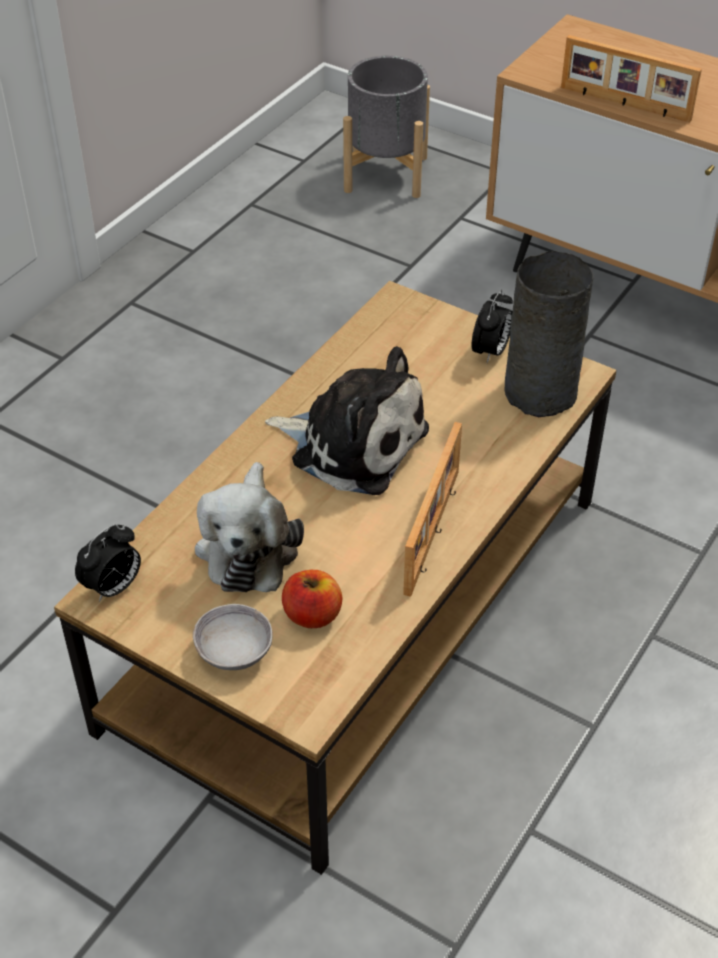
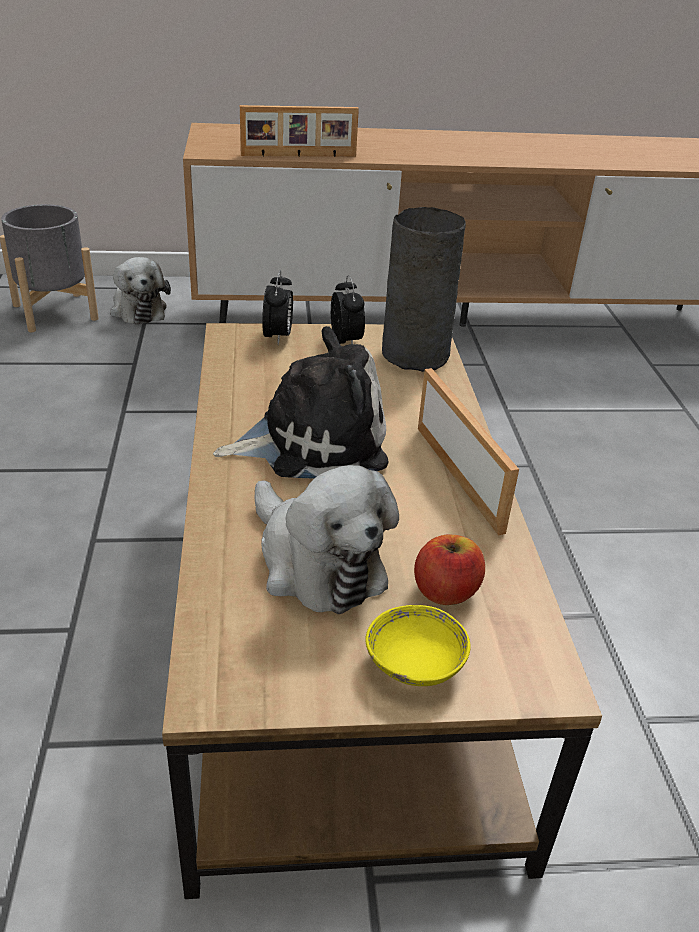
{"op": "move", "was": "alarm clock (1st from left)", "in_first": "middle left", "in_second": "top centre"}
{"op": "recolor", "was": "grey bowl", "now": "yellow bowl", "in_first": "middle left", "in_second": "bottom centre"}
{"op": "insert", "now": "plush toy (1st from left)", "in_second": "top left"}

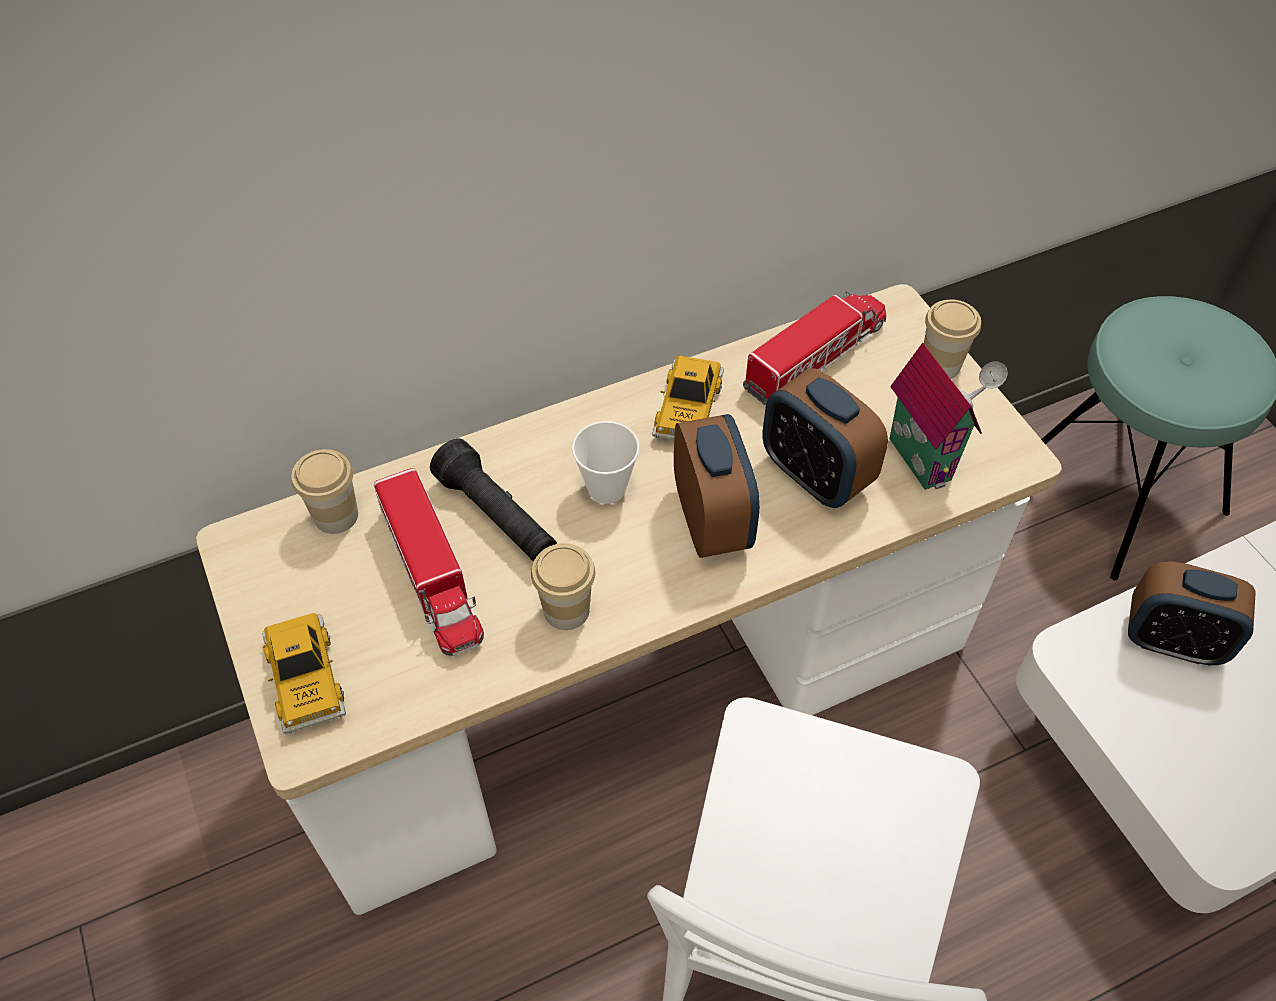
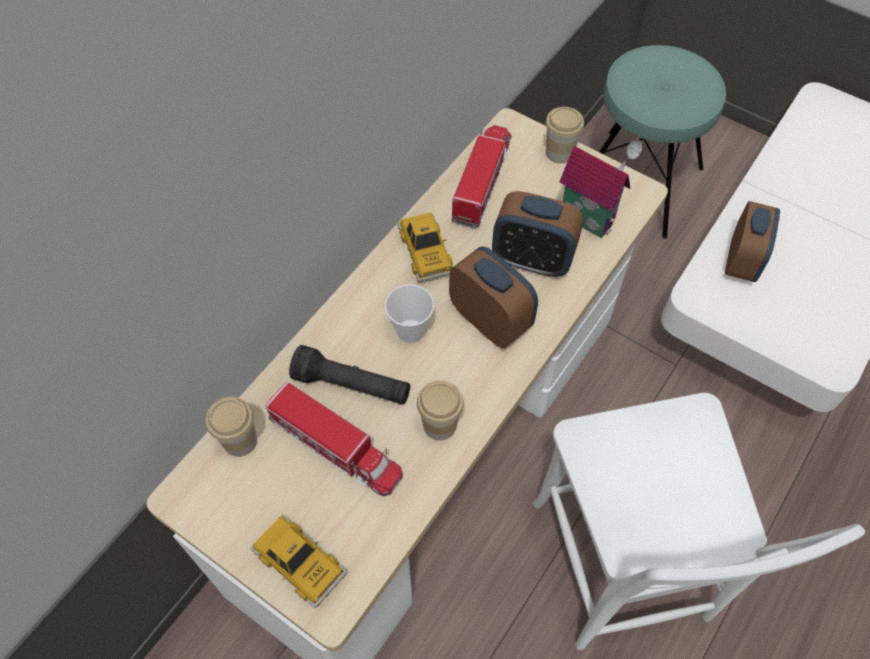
{"op": "rotate", "was": "alarm clock (3rd from left)", "in_first": "middle right", "in_second": "middle right", "clockwise": -60}

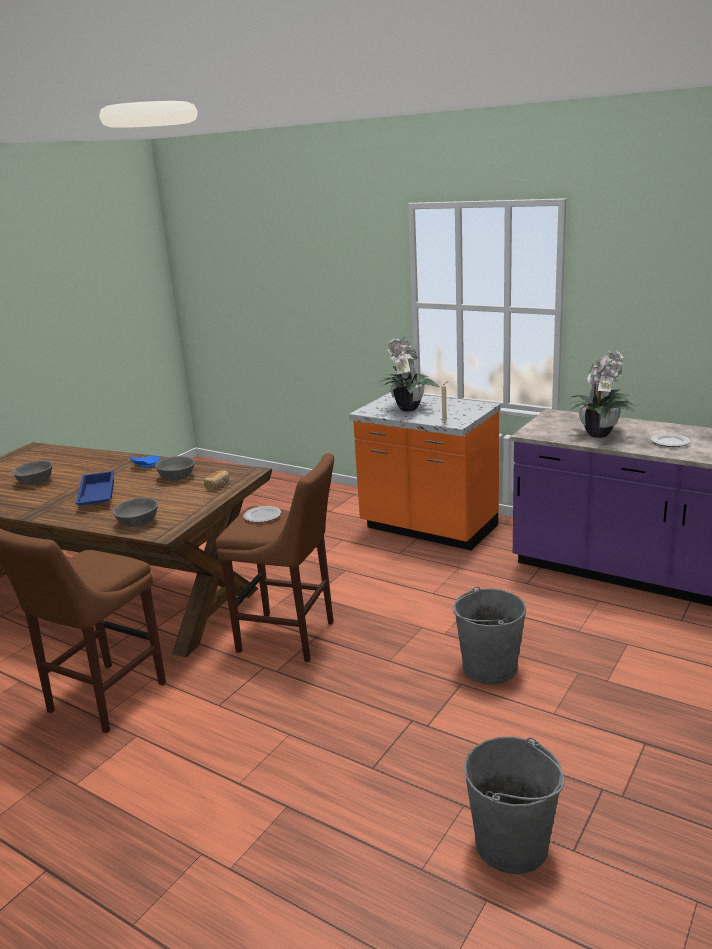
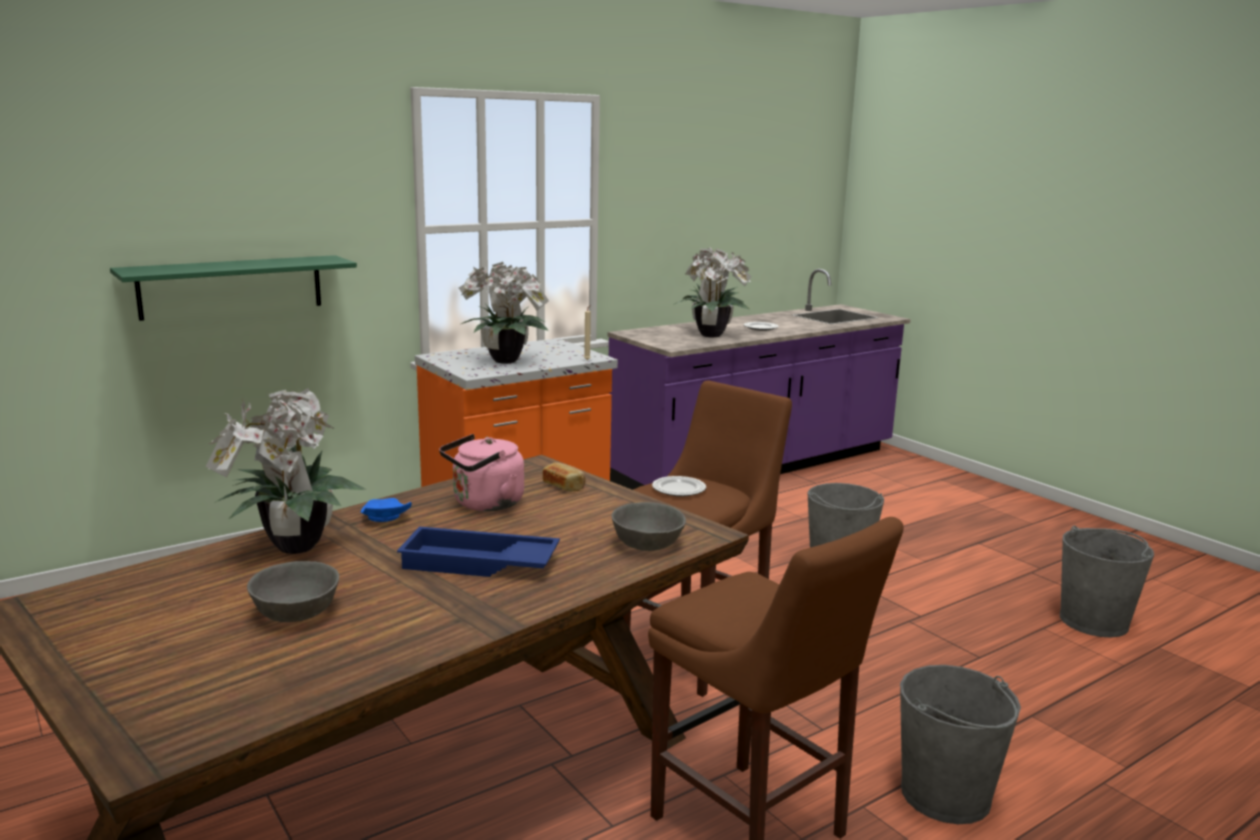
{"op": "replace", "was": "grey bowl (3rd from left)", "now": "pink kettle", "in_first": "middle left", "in_second": "centre"}
{"op": "insert", "now": "green shelf", "in_second": "middle left"}
{"op": "insert", "now": "potted plant (1st from left)", "in_second": "middle left"}
{"op": "insert", "now": "grey bucket (2nd from left)", "in_second": "bottom right"}

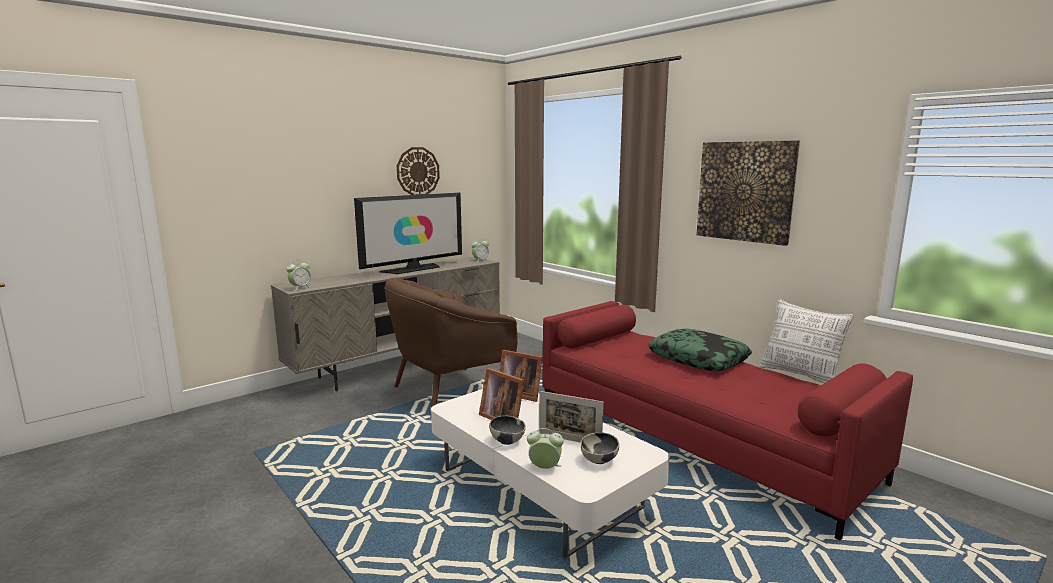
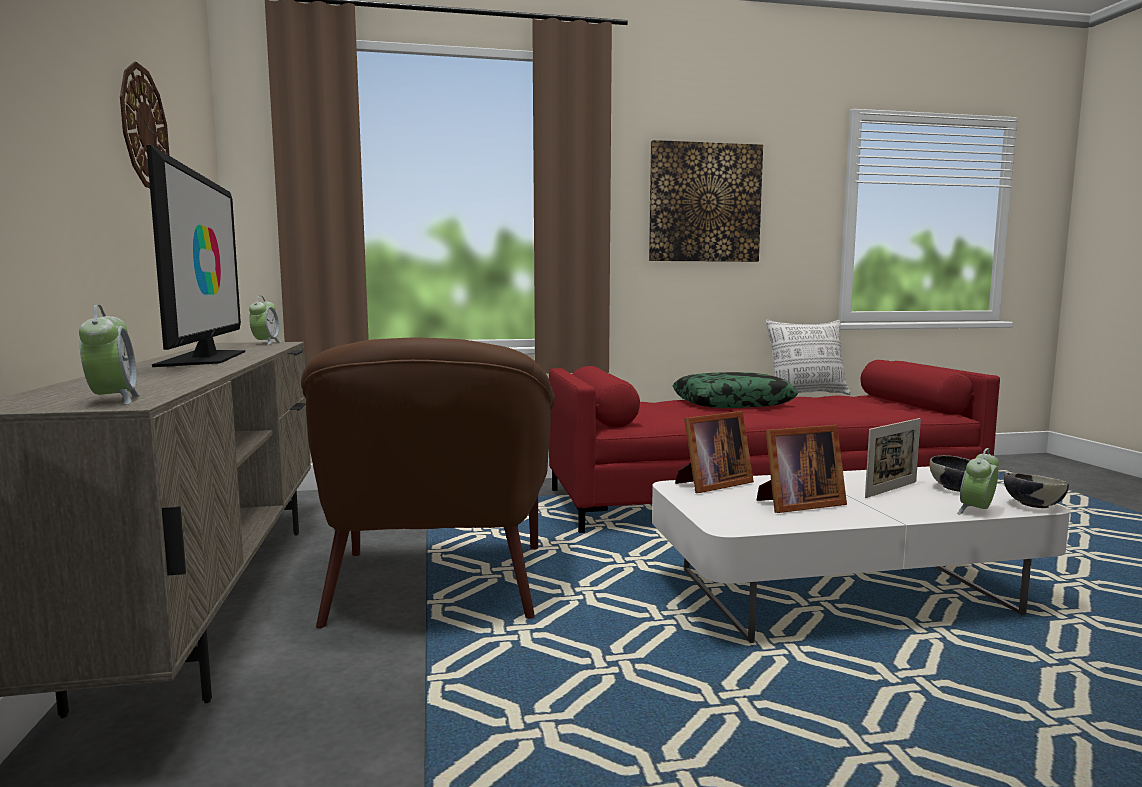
{"op": "move", "was": "bowl (1st from left in the first image)", "now": "bowl (2nd from left)", "in_first": "bottom centre", "in_second": "middle right"}

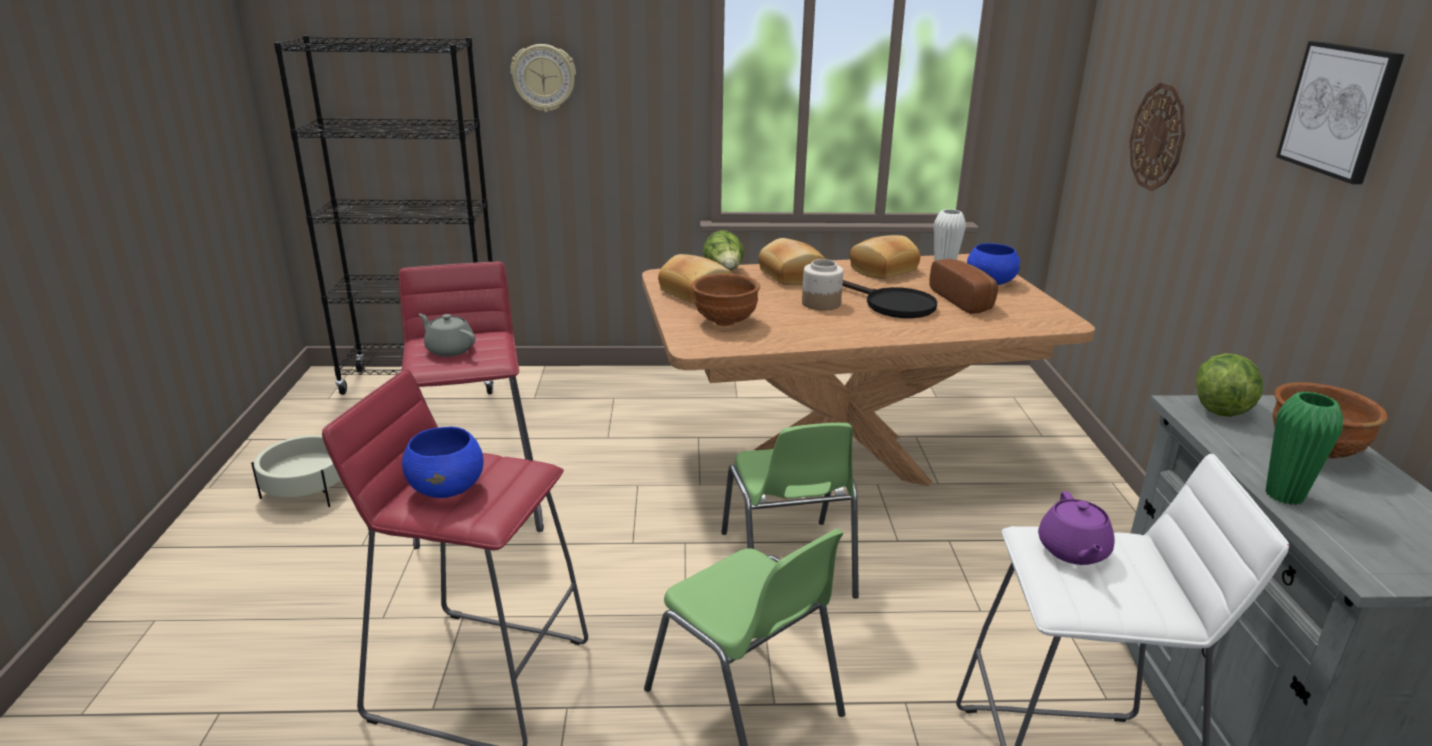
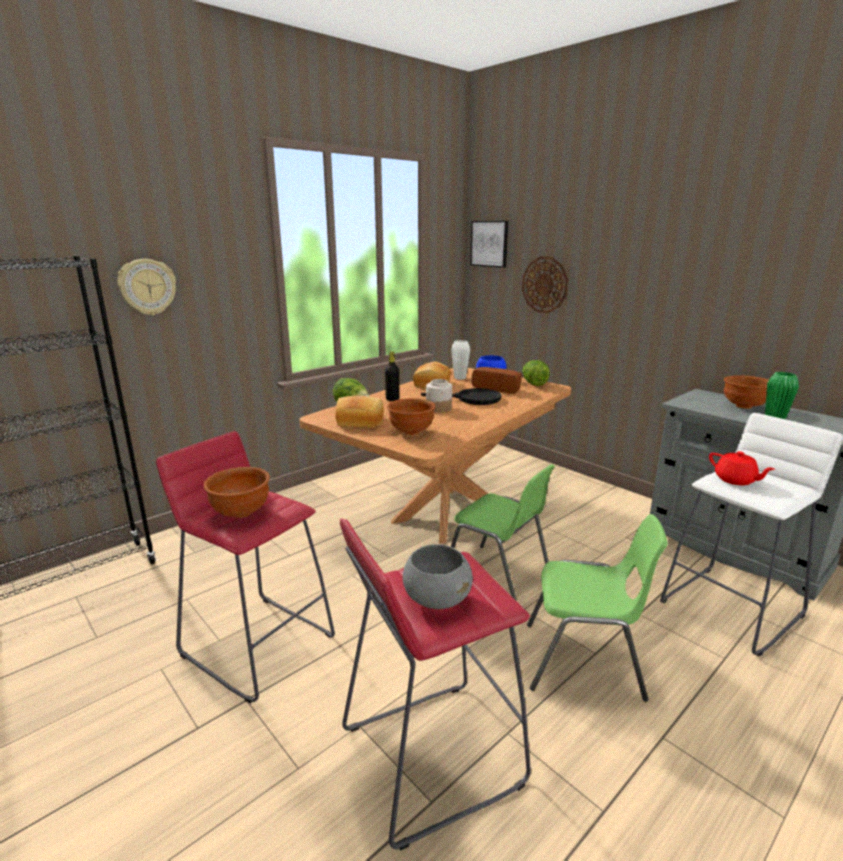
{"op": "delete", "was": "beige planter", "in_first": "middle left"}
{"op": "recolor", "was": "blue bowl (1st from left)", "now": "grey bowl", "in_first": "middle left", "in_second": "bottom centre"}
{"op": "replace", "was": "grey teapot", "now": "brown bowl (1st from left)", "in_first": "middle left", "in_second": "middle left"}
{"op": "replace", "was": "bread (2nd from left)", "now": "black bottle", "in_first": "centre", "in_second": "centre"}
{"op": "recolor", "was": "purple teapot", "now": "red teapot", "in_first": "bottom right", "in_second": "middle right"}
{"op": "move", "was": "lettuce (2nd from left)", "in_first": "middle right", "in_second": "centre"}
{"op": "move", "was": "picture", "in_first": "top right", "in_second": "top centre"}

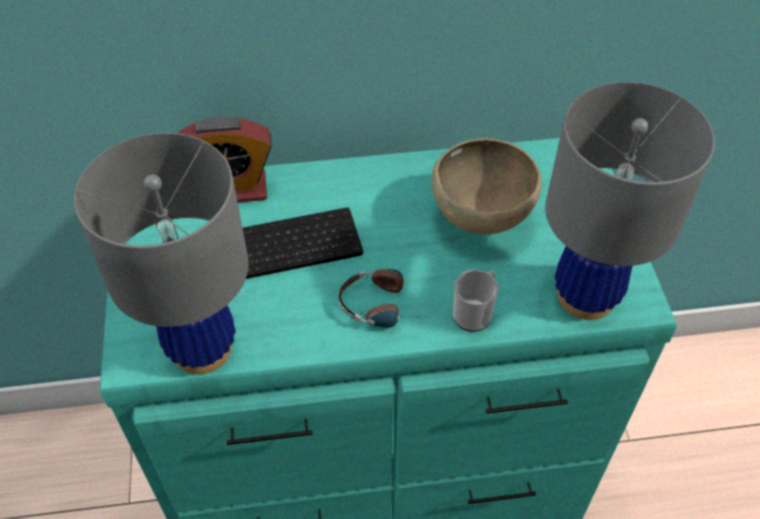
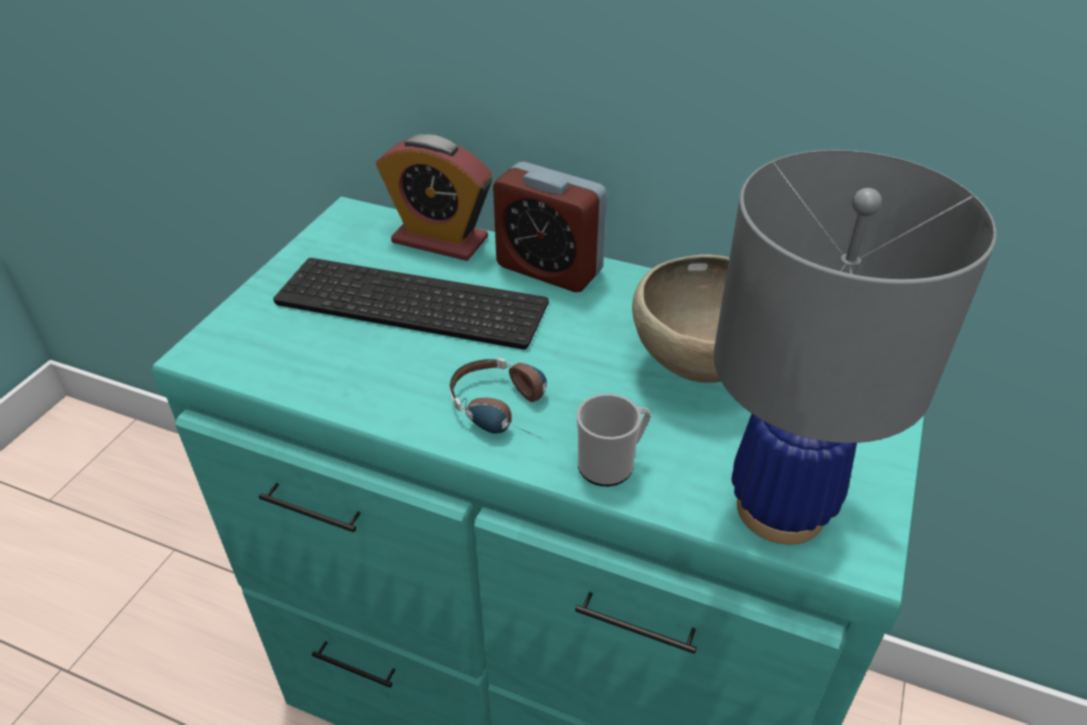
{"op": "delete", "was": "grey table lamp (1st from left)", "in_first": "middle left"}
{"op": "insert", "now": "alarm clock (2nd from left)", "in_second": "top centre"}

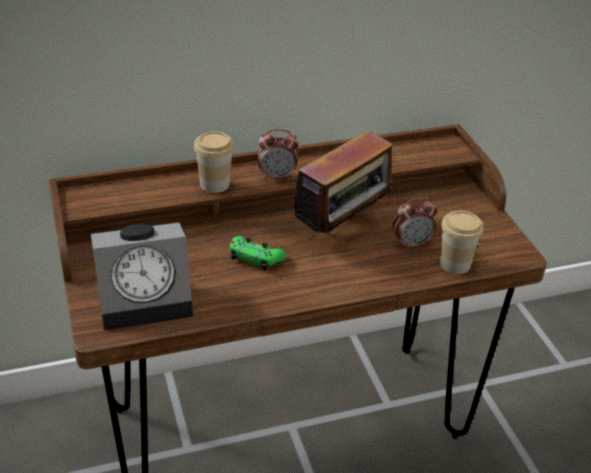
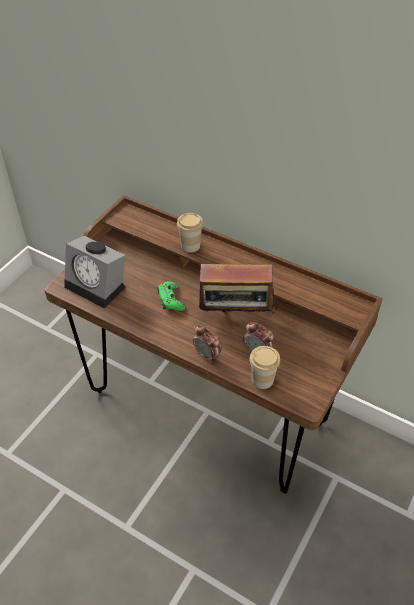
{"op": "move", "was": "alarm clock (2nd from left)", "in_first": "top centre", "in_second": "centre"}

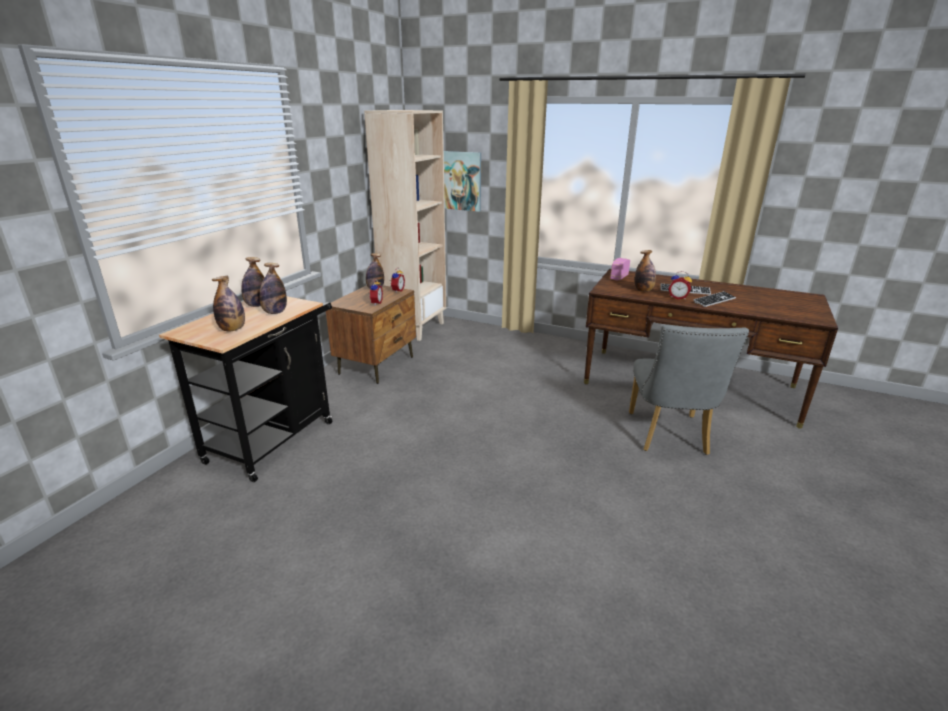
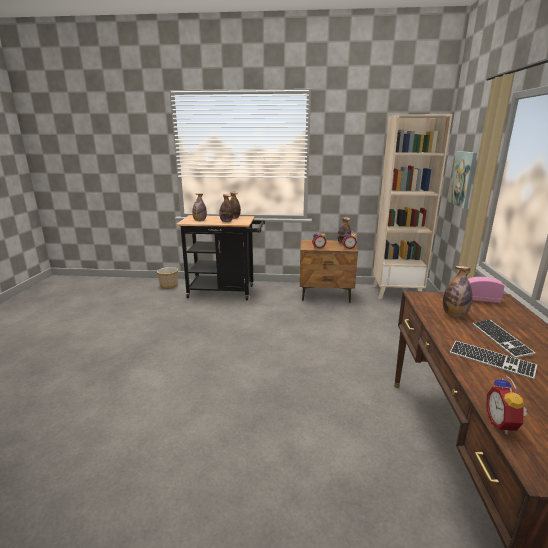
{"op": "delete", "was": "grey chair", "in_first": "middle right"}
{"op": "move", "was": "alarm clock (3rd from left)", "in_first": "middle right", "in_second": "bottom right"}
{"op": "insert", "now": "planter", "in_second": "middle left"}

